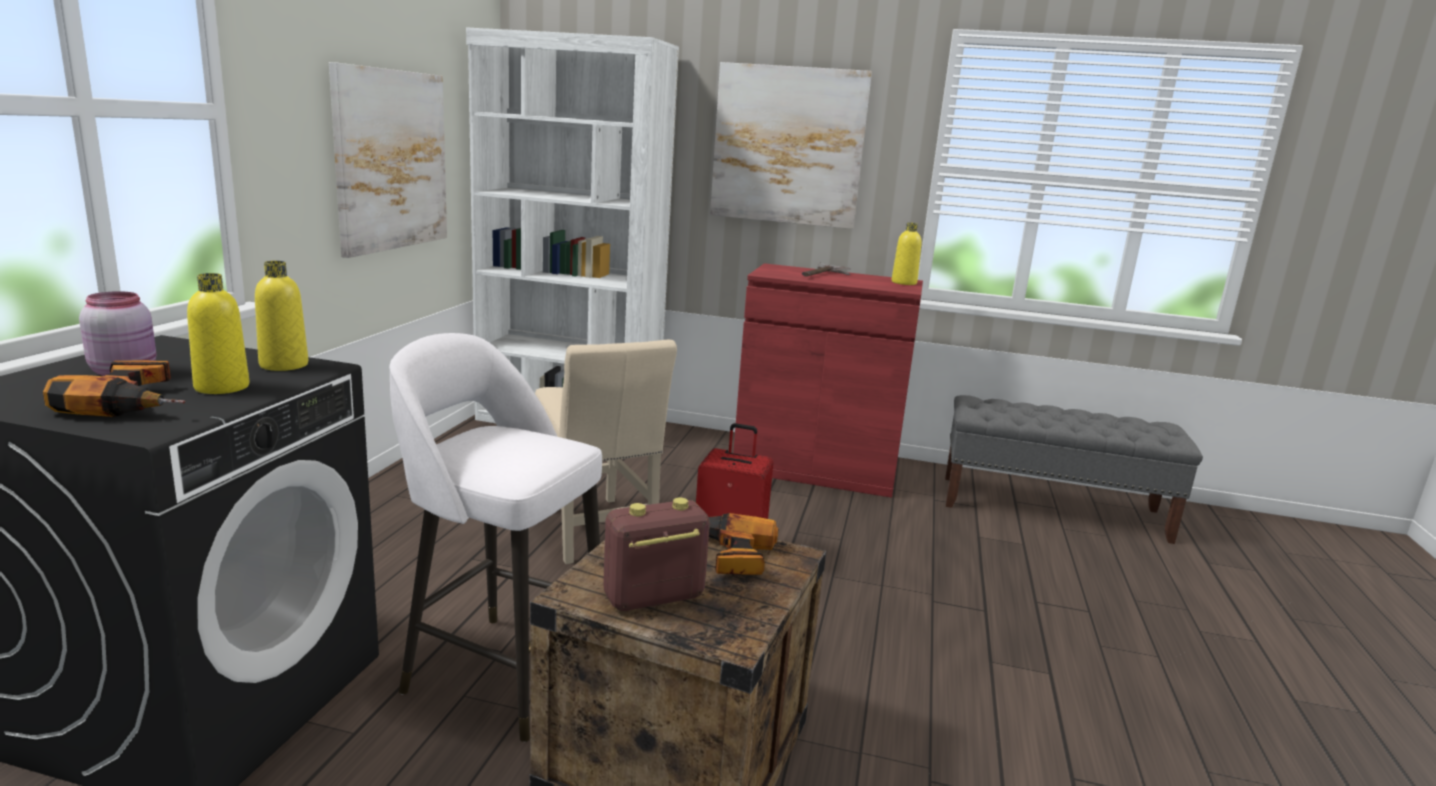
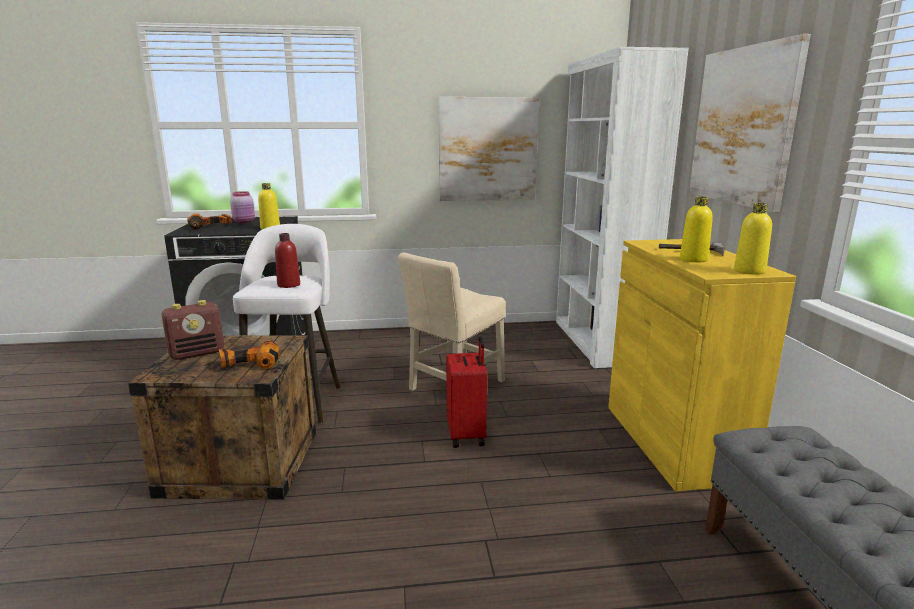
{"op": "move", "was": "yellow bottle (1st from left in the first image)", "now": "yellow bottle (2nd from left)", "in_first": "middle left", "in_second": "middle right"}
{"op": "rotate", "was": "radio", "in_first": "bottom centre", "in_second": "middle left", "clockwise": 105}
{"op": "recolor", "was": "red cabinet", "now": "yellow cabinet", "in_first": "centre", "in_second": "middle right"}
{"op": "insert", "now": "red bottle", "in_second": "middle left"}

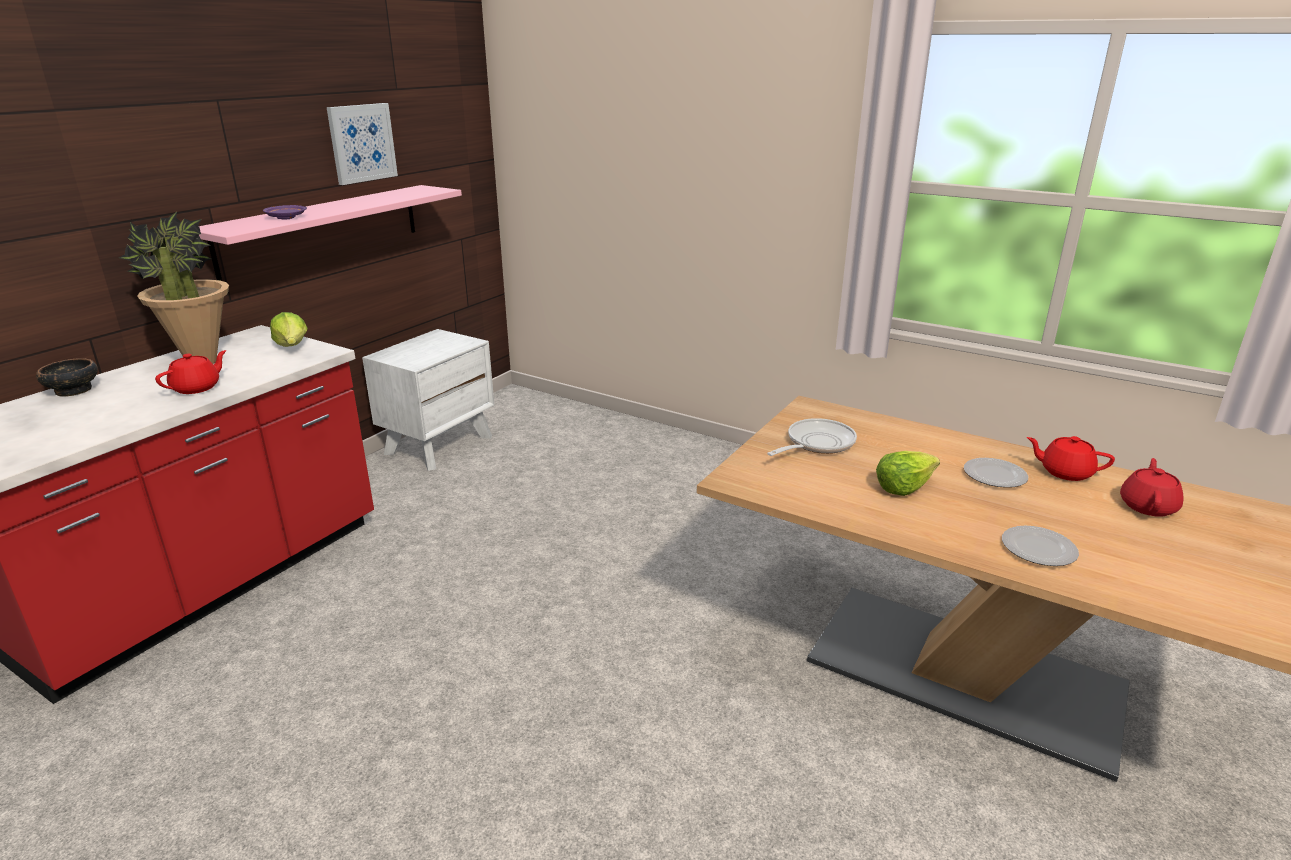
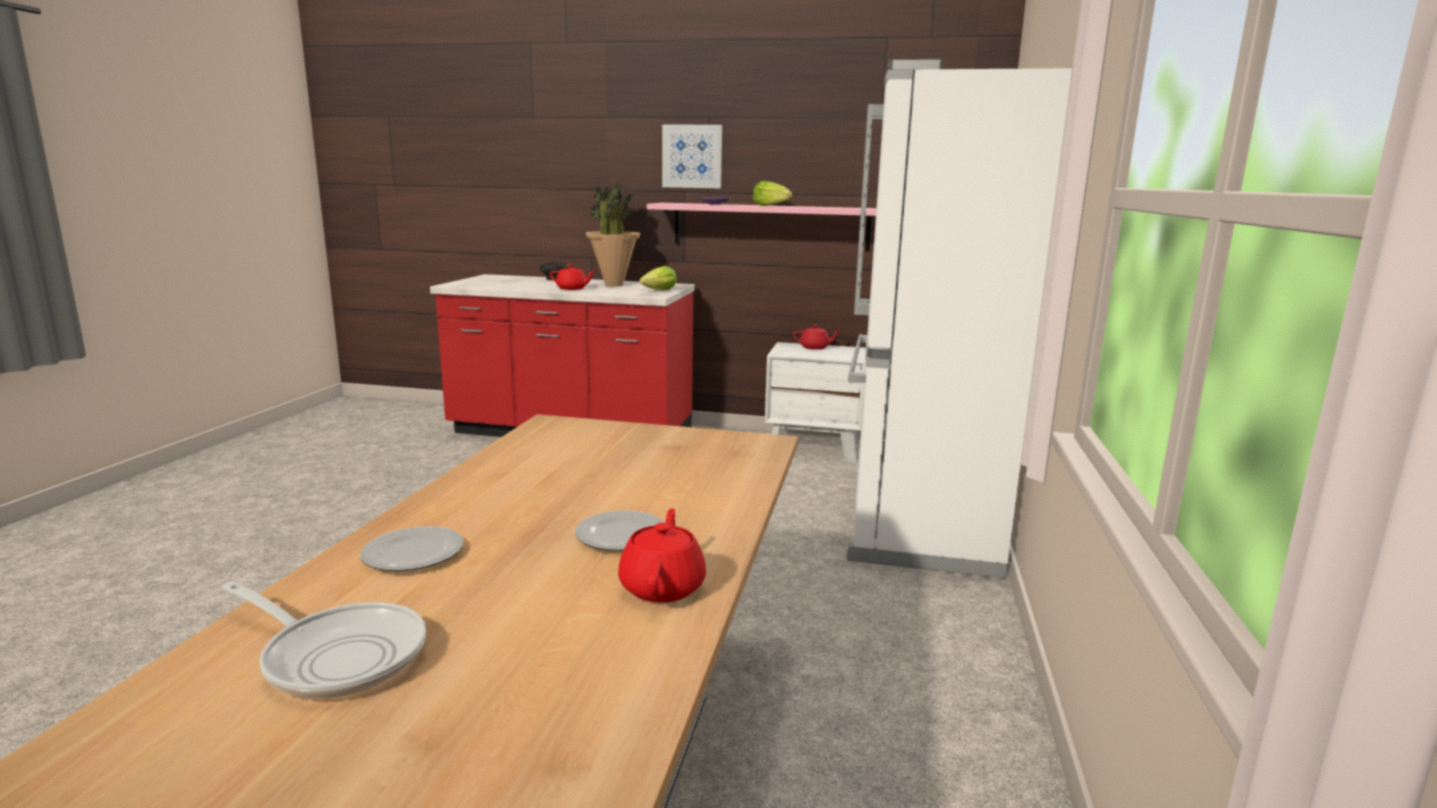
{"op": "move", "was": "picture", "in_first": "top left", "in_second": "top centre"}
{"op": "move", "was": "frying pan", "in_first": "centre", "in_second": "bottom left"}
{"op": "move", "was": "lettuce (2nd from left)", "in_first": "middle right", "in_second": "top centre"}
{"op": "move", "was": "red teapot (3rd from left)", "in_first": "middle right", "in_second": "centre"}
{"op": "insert", "now": "white fridge", "in_second": "middle right"}

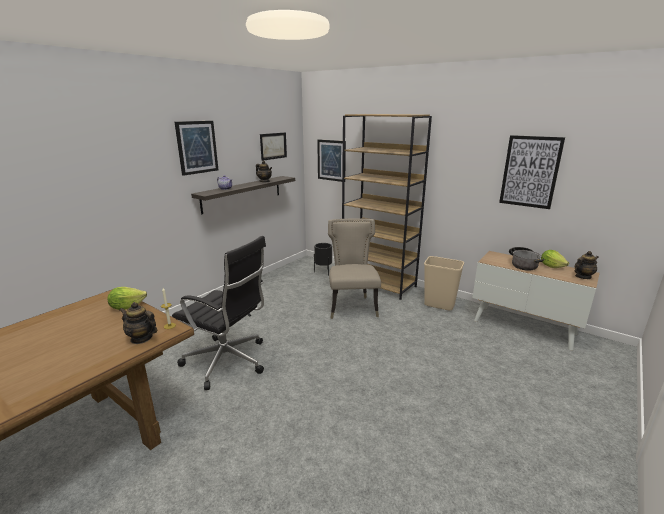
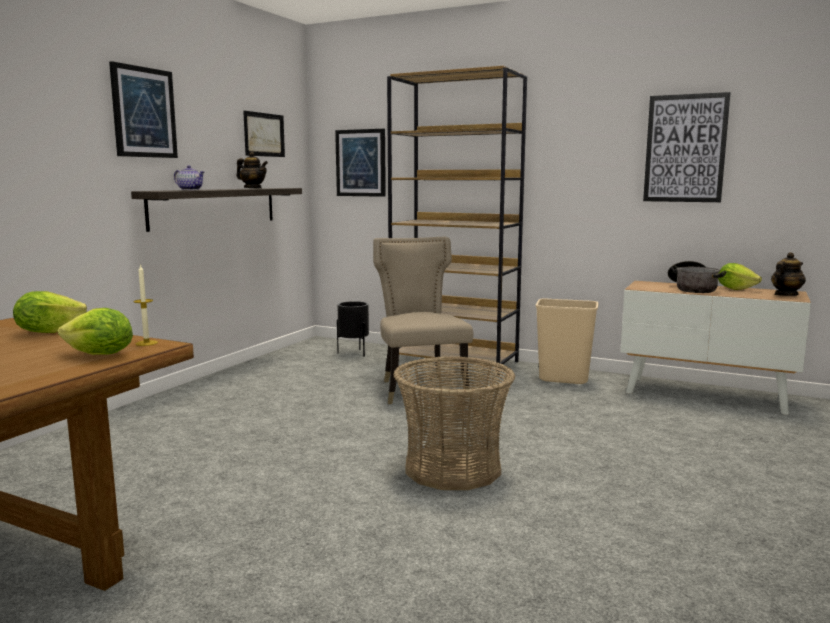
{"op": "replace", "was": "teapot (1st from left)", "now": "lettuce (2nd from left)", "in_first": "middle left", "in_second": "middle left"}
{"op": "delete", "was": "black office chair", "in_first": "middle left"}
{"op": "insert", "now": "basket", "in_second": "bottom centre"}

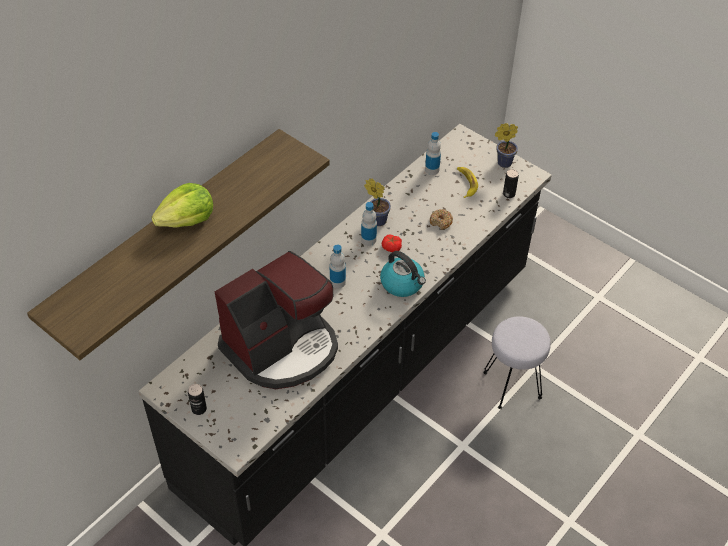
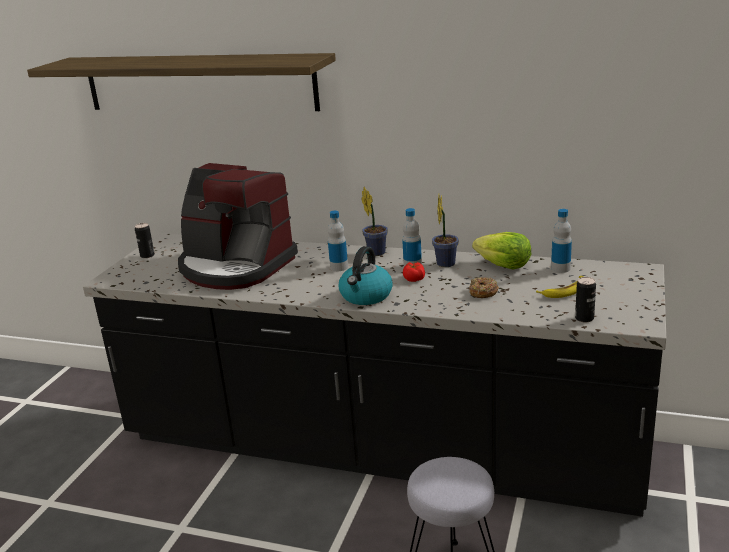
{"op": "move", "was": "lettuce", "in_first": "middle left", "in_second": "middle right"}
{"op": "move", "was": "potted plant (2nd from left in the first image)", "now": "potted plant (1st from left)", "in_first": "top right", "in_second": "centre"}

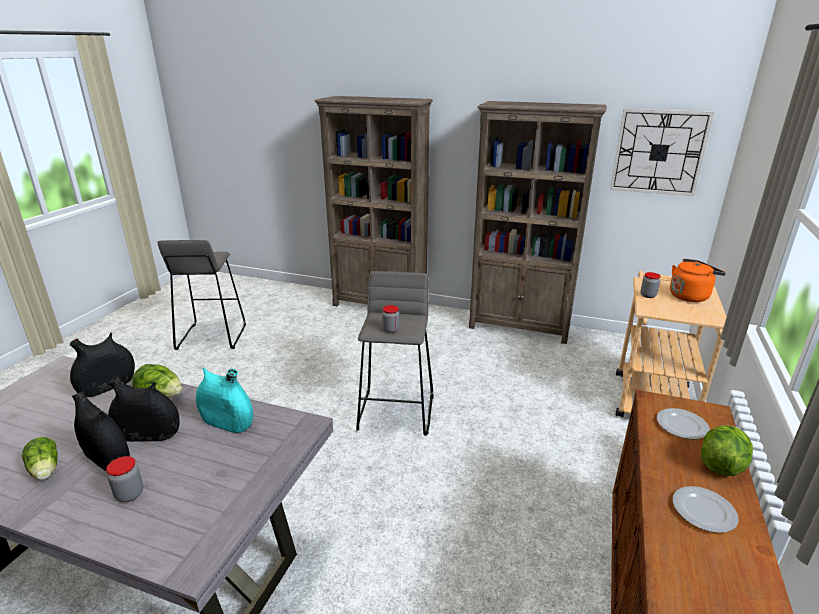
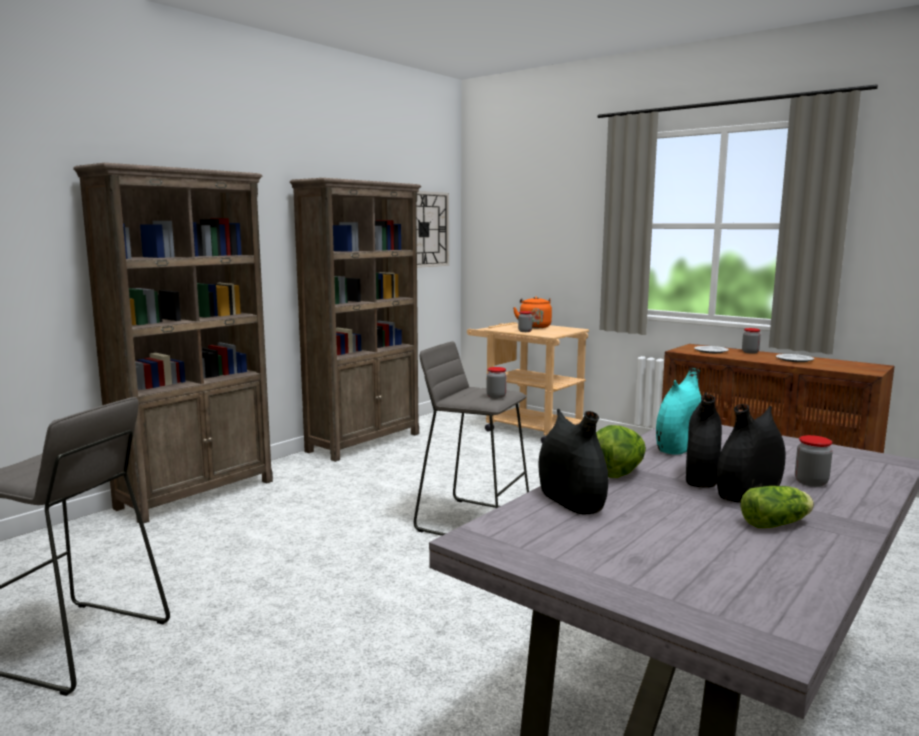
{"op": "replace", "was": "lettuce (3rd from left)", "now": "jar (3rd from left)", "in_first": "bottom right", "in_second": "middle right"}

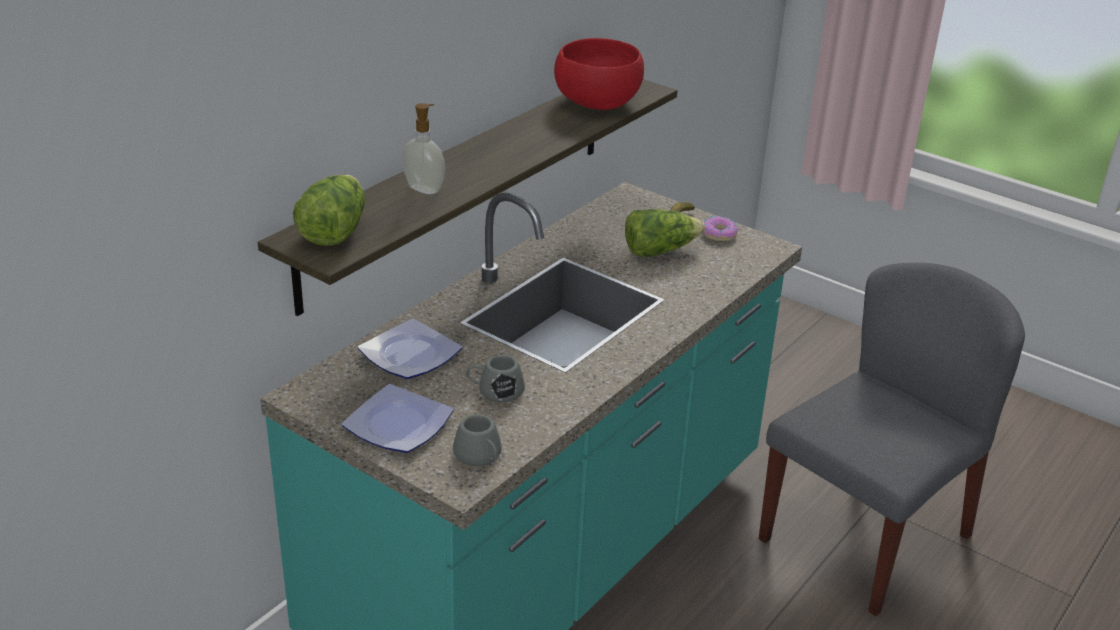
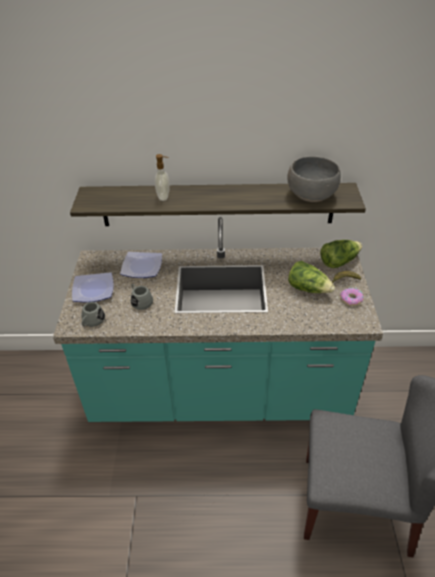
{"op": "move", "was": "lettuce (1st from left in the first image)", "now": "lettuce (2nd from left)", "in_first": "middle left", "in_second": "middle right"}
{"op": "recolor", "was": "red bowl", "now": "grey bowl", "in_first": "top centre", "in_second": "top right"}

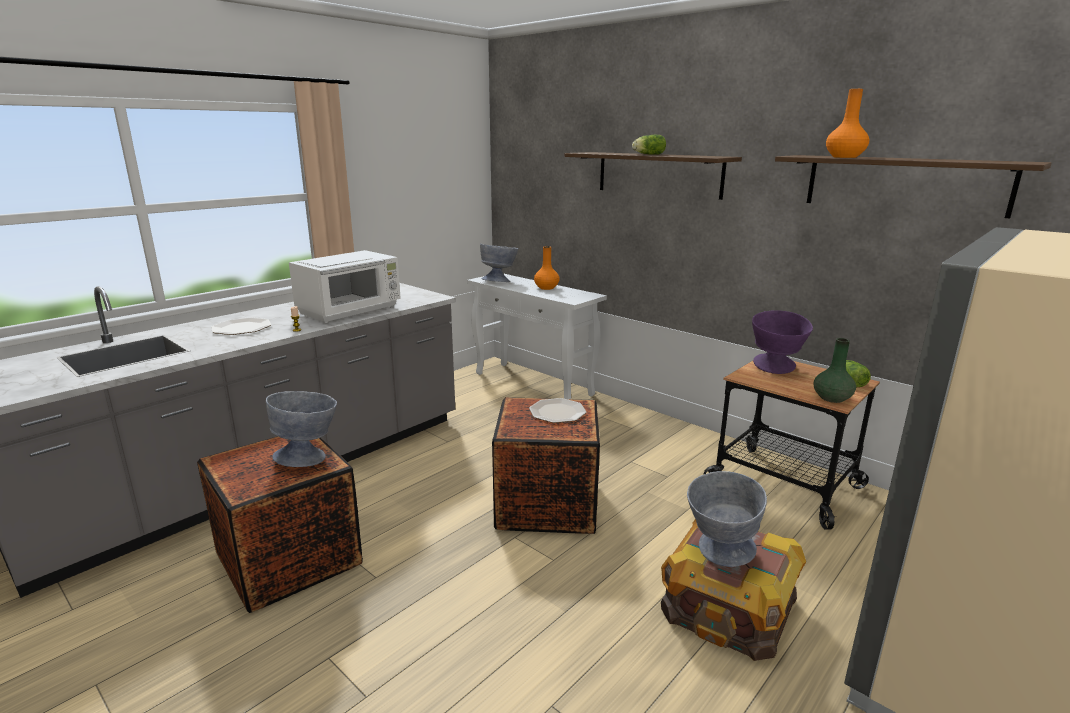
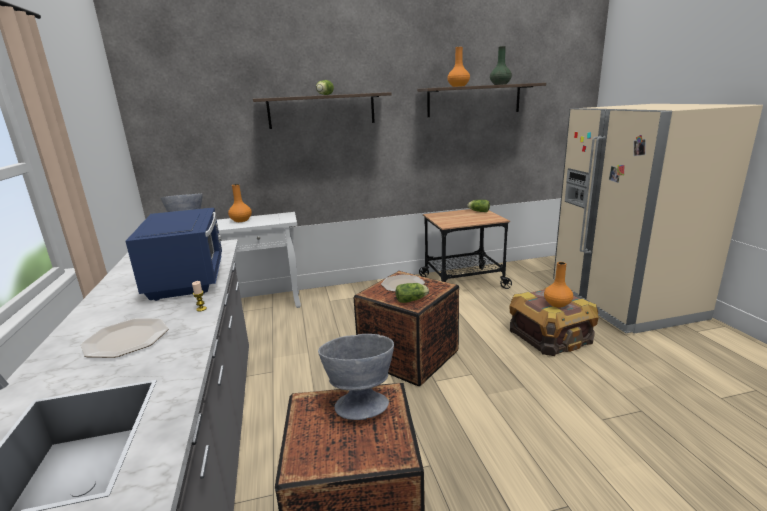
{"op": "recolor", "was": "white microwave", "now": "blue microwave", "in_first": "middle left", "in_second": "middle left"}
{"op": "replace", "was": "grey bowl (3rd from left)", "now": "orange vase (3rd from left)", "in_first": "bottom right", "in_second": "middle right"}
{"op": "delete", "was": "purple bowl", "in_first": "middle right"}
{"op": "move", "was": "green vase", "in_first": "middle right", "in_second": "top centre"}
{"op": "insert", "now": "lettuce (2nd from left)", "in_second": "centre"}

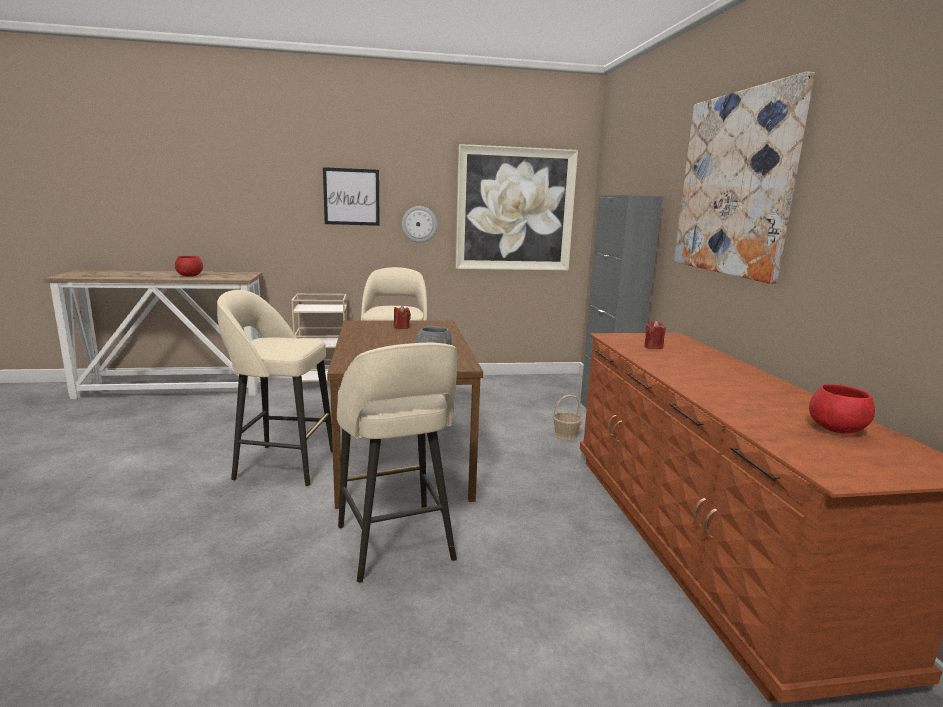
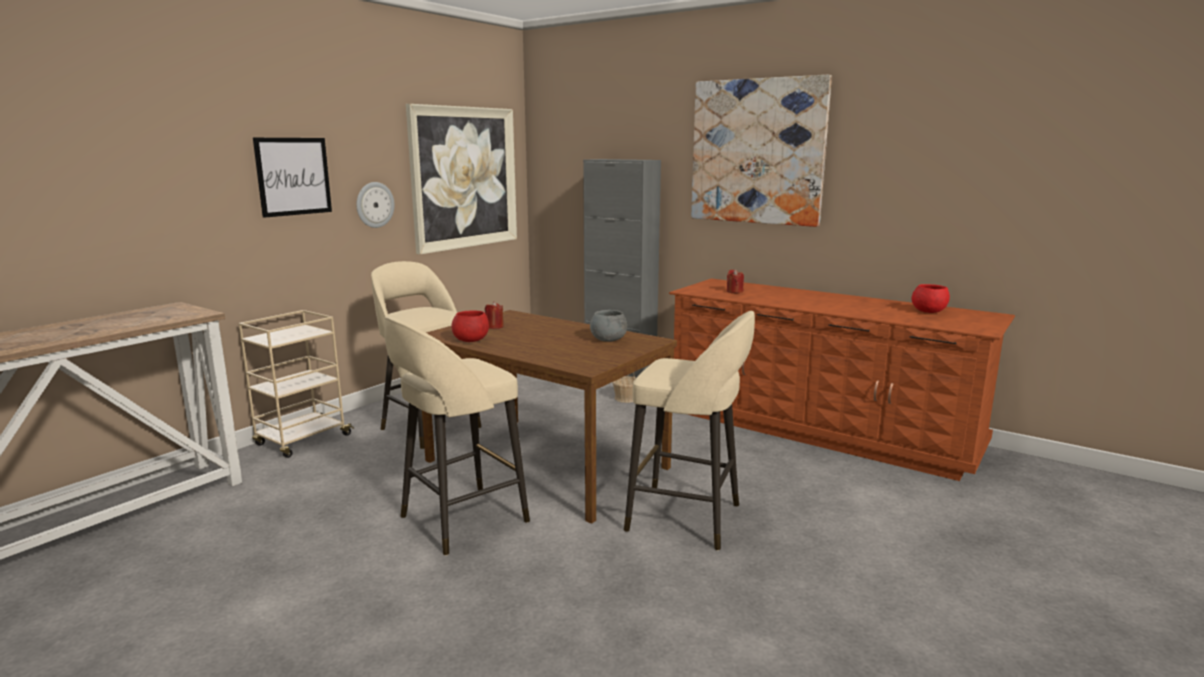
{"op": "move", "was": "red bowl (1st from left)", "in_first": "middle left", "in_second": "centre"}

